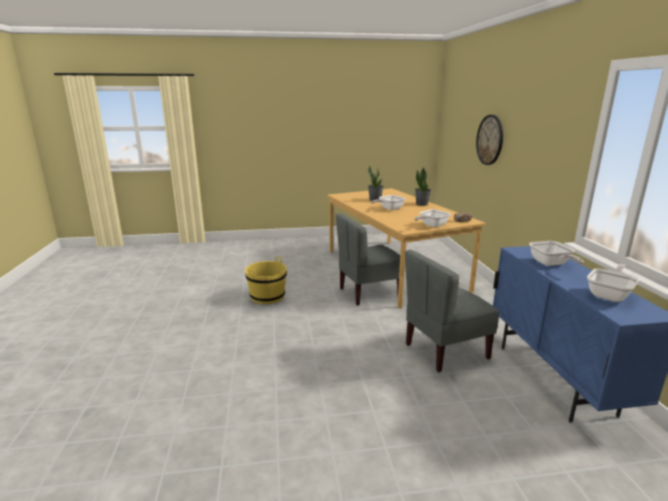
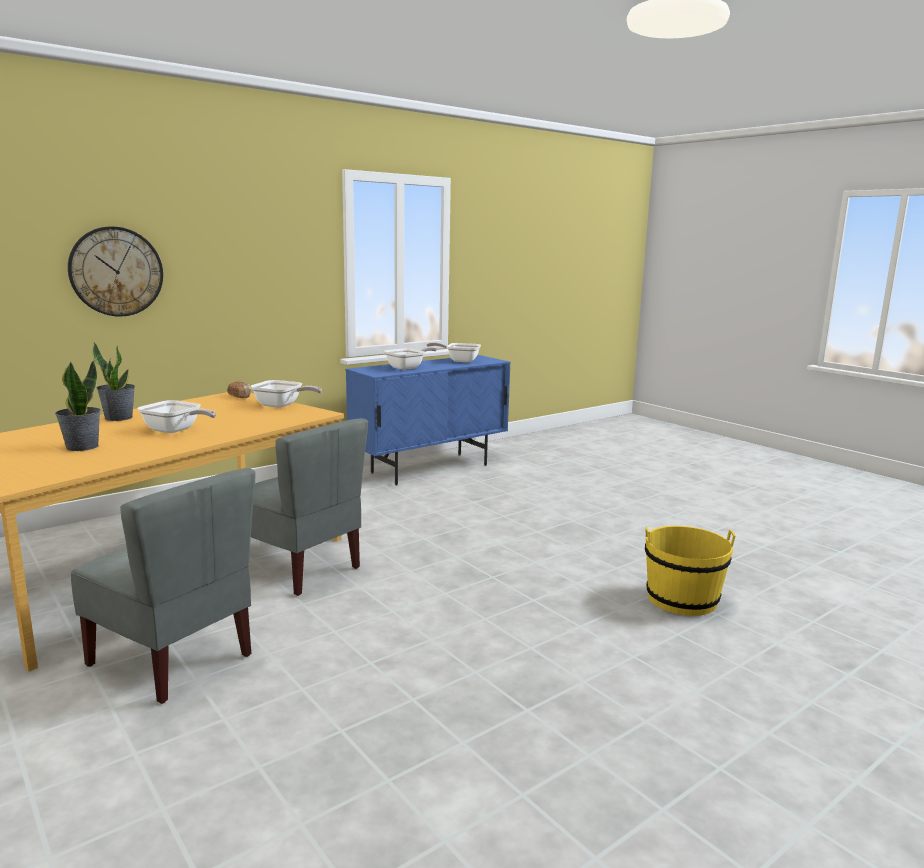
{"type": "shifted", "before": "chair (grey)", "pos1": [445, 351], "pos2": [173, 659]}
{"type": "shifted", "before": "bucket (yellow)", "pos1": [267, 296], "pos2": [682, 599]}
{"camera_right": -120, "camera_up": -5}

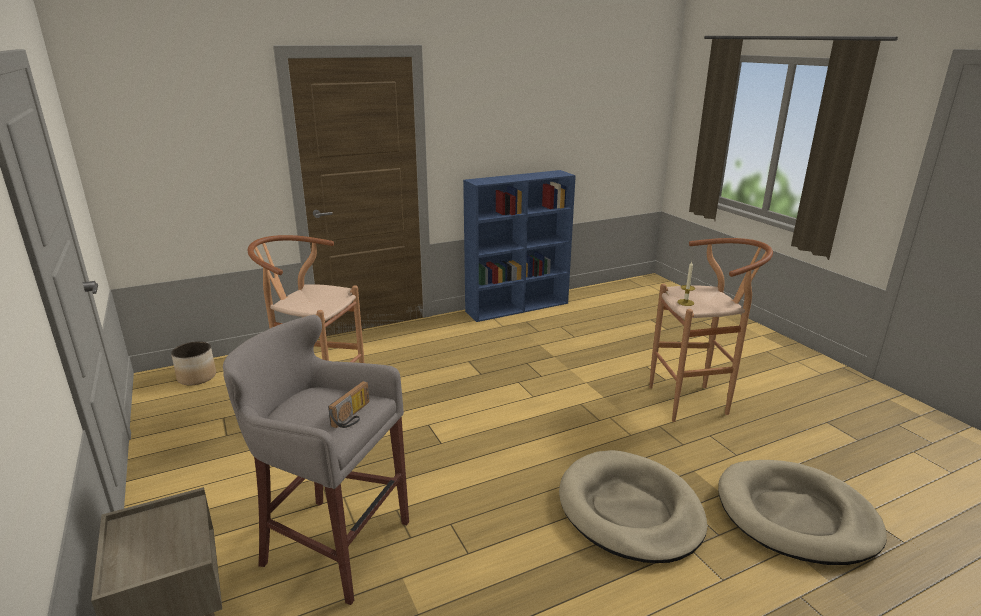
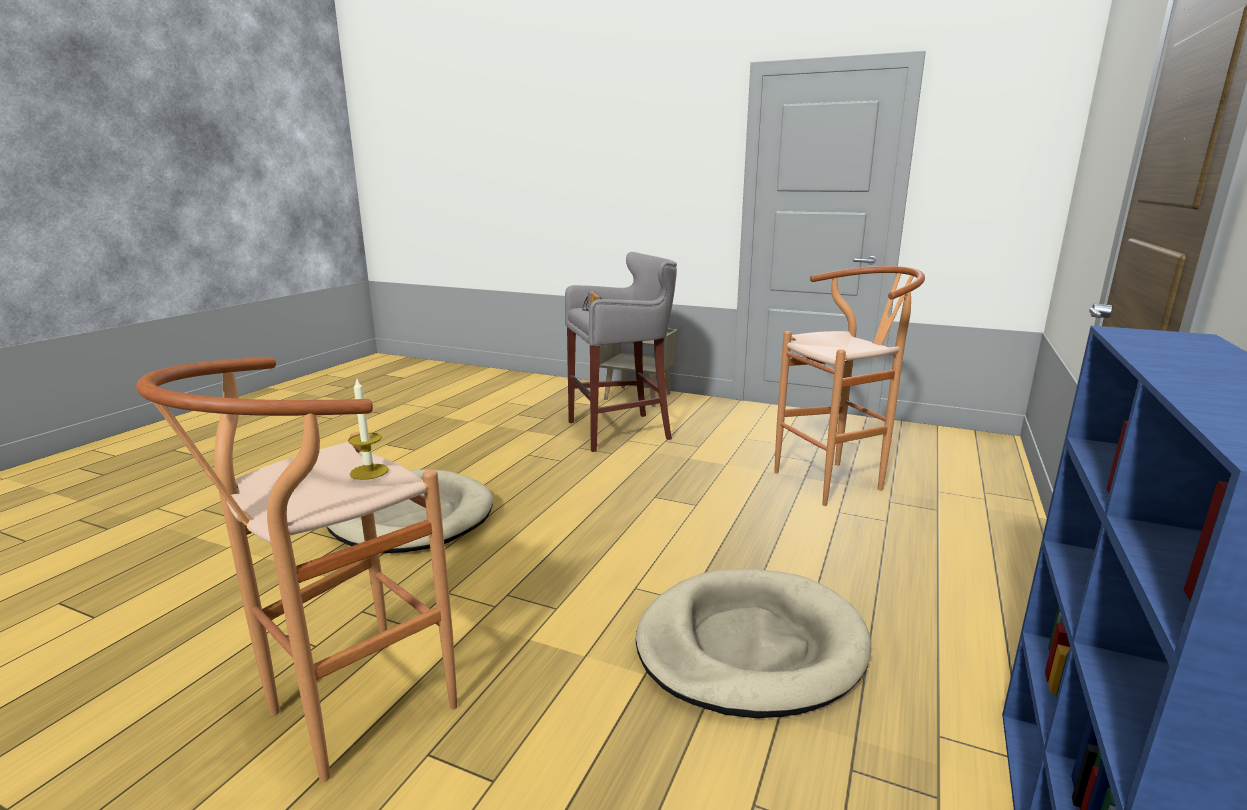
{"type": "gone", "before": "planter", "pos1": [197, 377]}
{"type": "shifted", "before": "dog bed (beige)", "pos1": [796, 516], "pos2": [749, 647]}
{"camera_right": 140, "camera_up": -5}

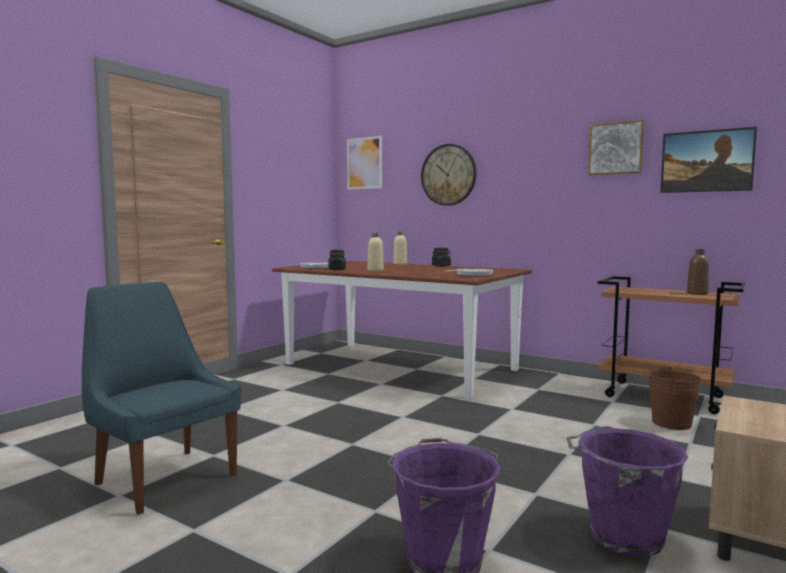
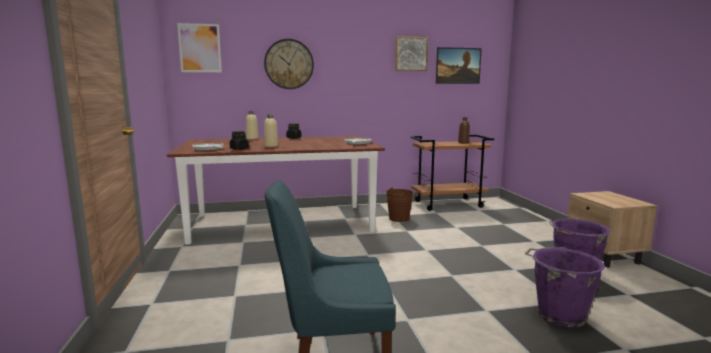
{"type": "shifted", "before": "bucket (brown)", "pos1": [671, 423], "pos2": [399, 218]}
{"camera_right": -45, "camera_up": 5}

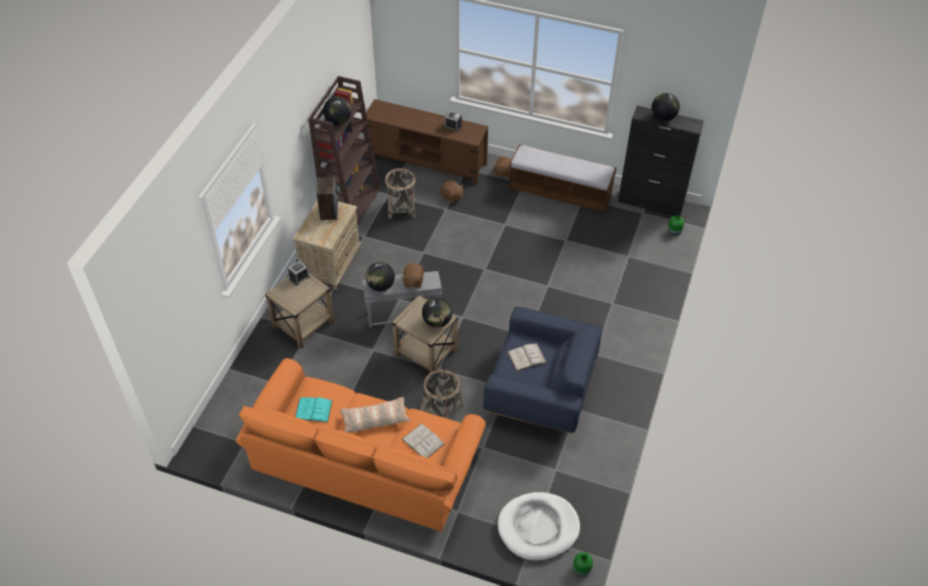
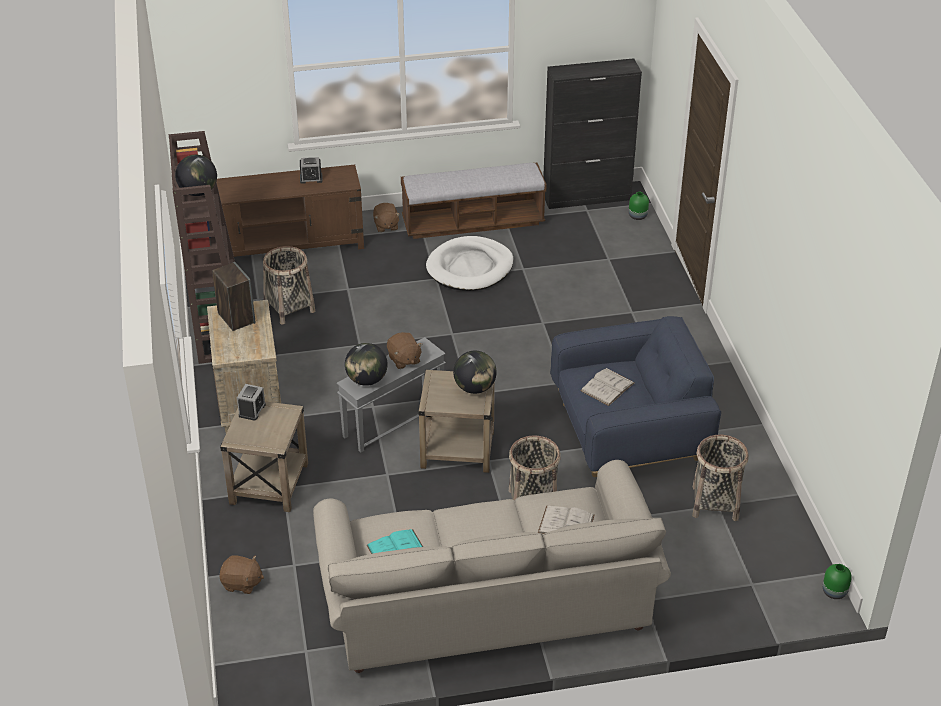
{"type": "gone", "before": "globe", "pos1": [663, 117]}
{"type": "shifted", "before": "plush toy (brown)", "pos1": [452, 196], "pos2": [242, 583]}
{"type": "repainted", "before": "sofa (orange)", "after": "sofa (beige)", "pos1": [366, 462], "pos2": [486, 600]}
{"type": "gone", "before": "pillow", "pos1": [375, 419]}
{"type": "shifted", "before": "dog bed (white)", "pos1": [538, 528], "pos2": [470, 267]}
{"type": "new", "after": "basket", "pos2": [715, 503]}
{"camera_right": -30, "camera_up": -10}

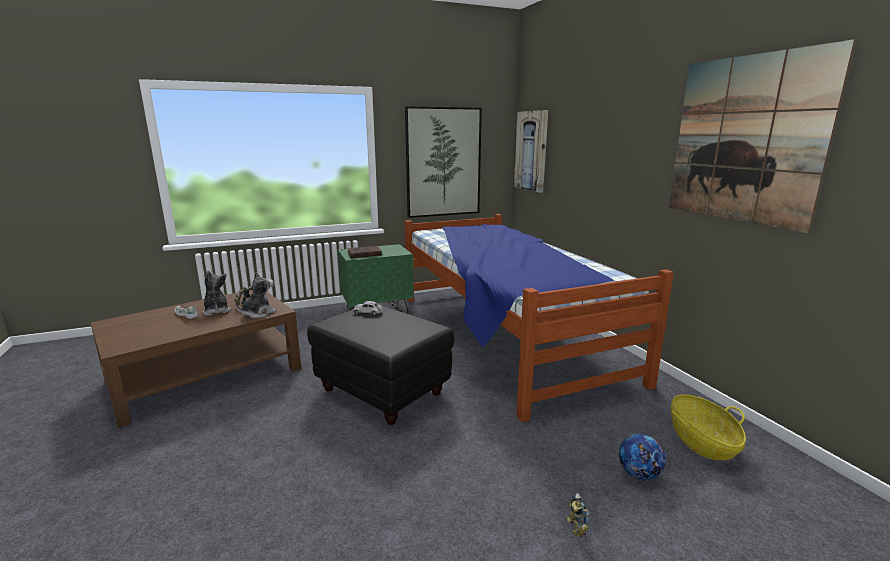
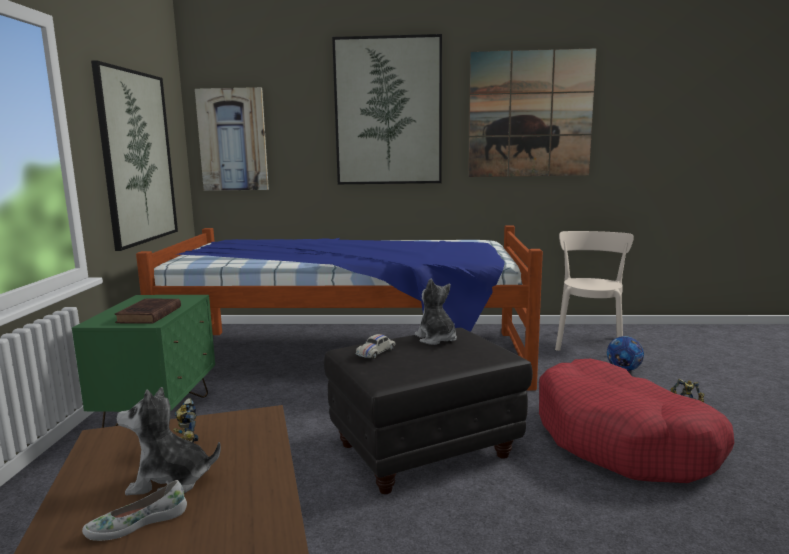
{"type": "shifted", "before": "plush toy", "pos1": [258, 313], "pos2": [436, 339]}
{"type": "swapped", "before": "basket", "after": "chair (beige)", "pos1": [701, 442], "pos2": [589, 342]}
{"type": "new", "after": "picture", "pos2": [388, 111]}
{"type": "new", "after": "dog bed (red)", "pos2": [623, 440]}
{"camera_right": -65, "camera_up": -5}

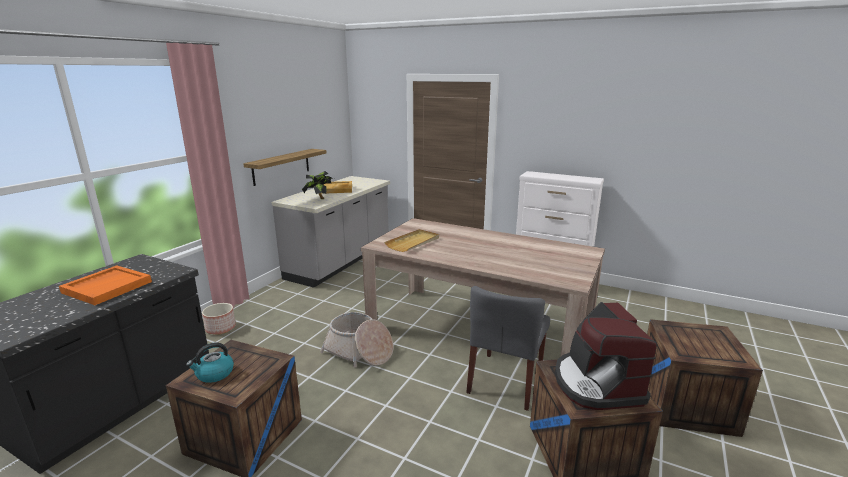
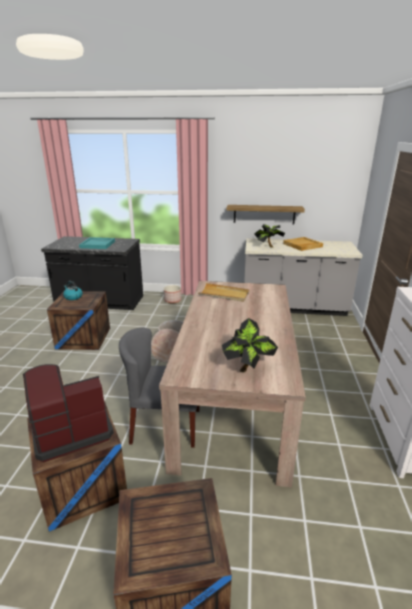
{"type": "repainted", "before": "tray (orange)", "after": "tray (turquoise)", "pos1": [107, 287], "pos2": [98, 244]}
{"type": "new", "after": "potted plant", "pos2": [248, 368]}
{"camera_right": 70, "camera_up": 5}

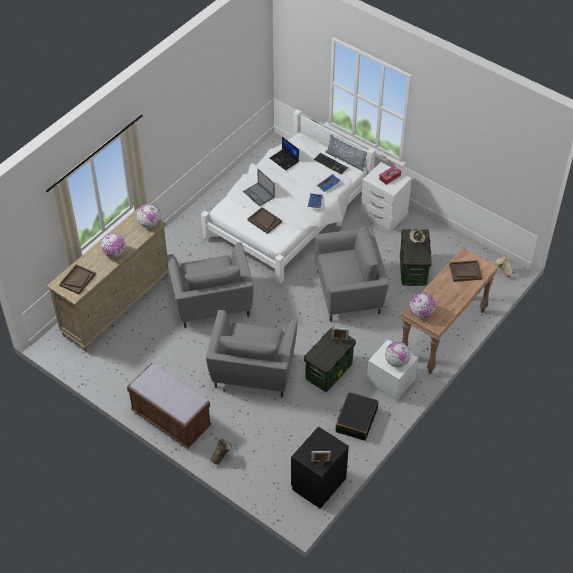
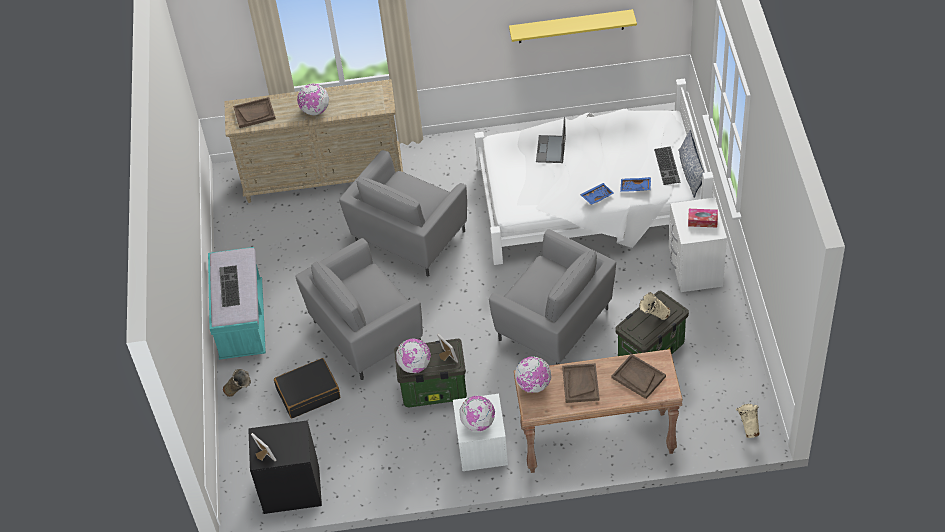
{"type": "gone", "before": "laptop", "pos1": [284, 160]}
{"type": "shifted", "before": "globe", "pos1": [149, 224], "pos2": [415, 366]}
{"type": "shifted", "before": "tray (brown)", "pos1": [264, 221], "pos2": [580, 384]}
{"type": "repainted", "before": "bench (brown)", "after": "bench (turquoise)", "pos1": [171, 419], "pos2": [242, 322]}
{"type": "shifted", "before": "suitcase (black)", "pos1": [356, 420], "pos2": [308, 393]}
{"type": "new", "after": "shelf (yellow)", "pos2": [571, 26]}
{"type": "new", "after": "keyboard", "pos2": [228, 286]}
{"camera_right": 50, "camera_up": 0}

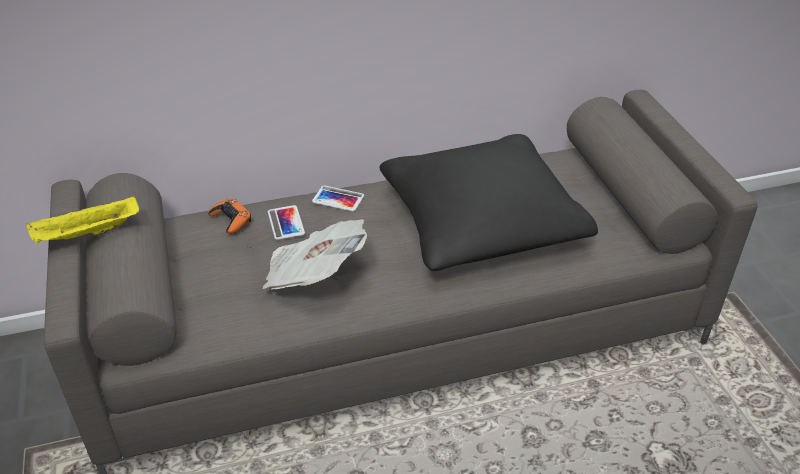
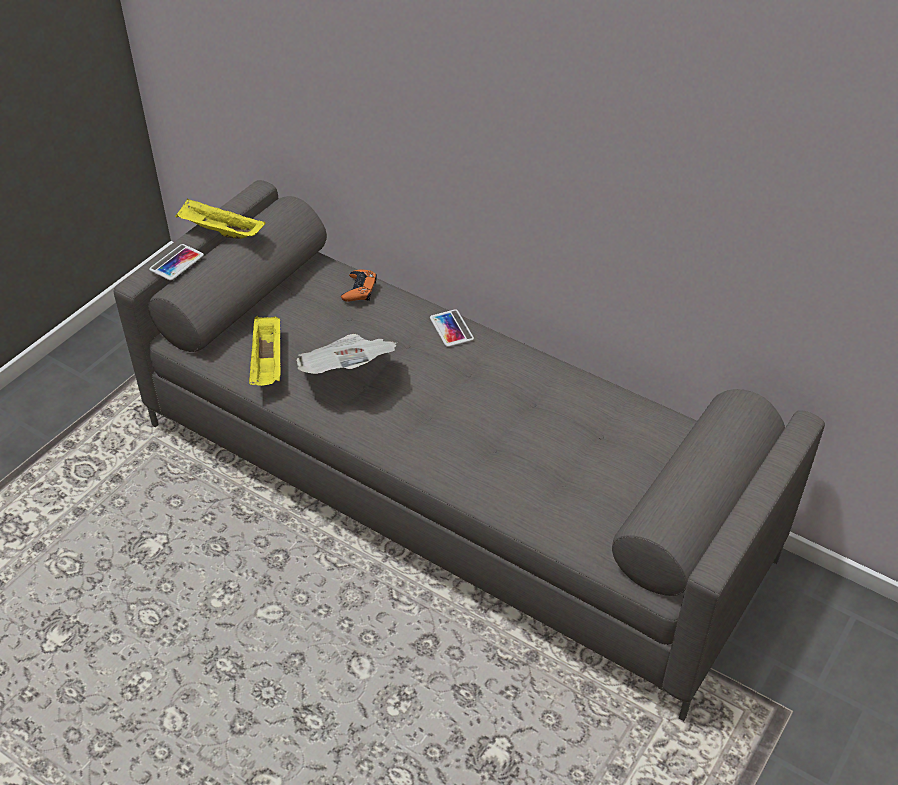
{"type": "gone", "before": "pillow (black)", "pos1": [481, 222]}
{"type": "shifted", "before": "phone", "pos1": [286, 223], "pos2": [176, 262]}
{"type": "new", "after": "tray (yellow)", "pos2": [268, 363]}
{"camera_right": 50, "camera_up": 5}

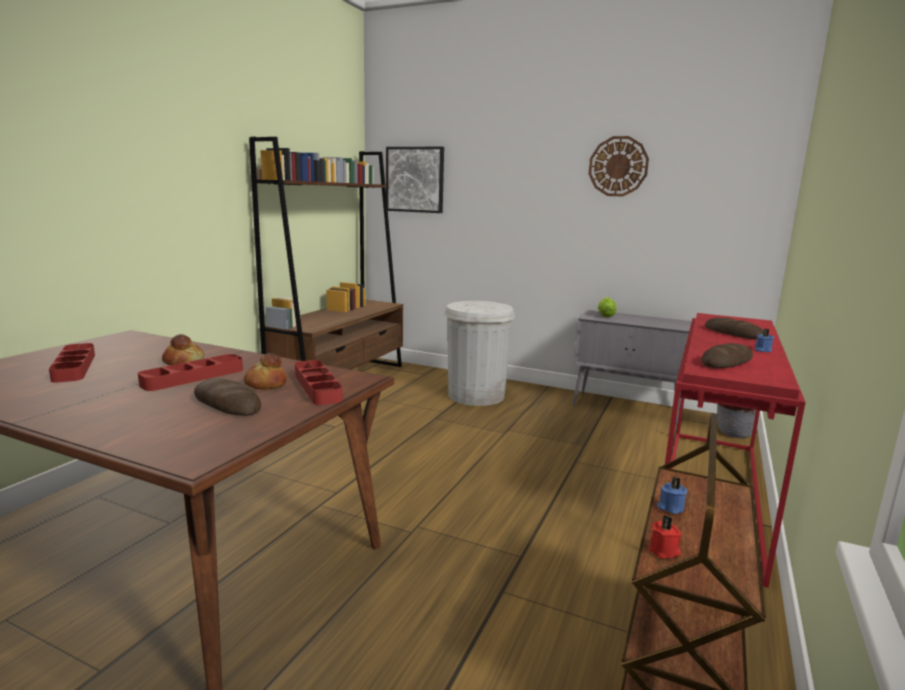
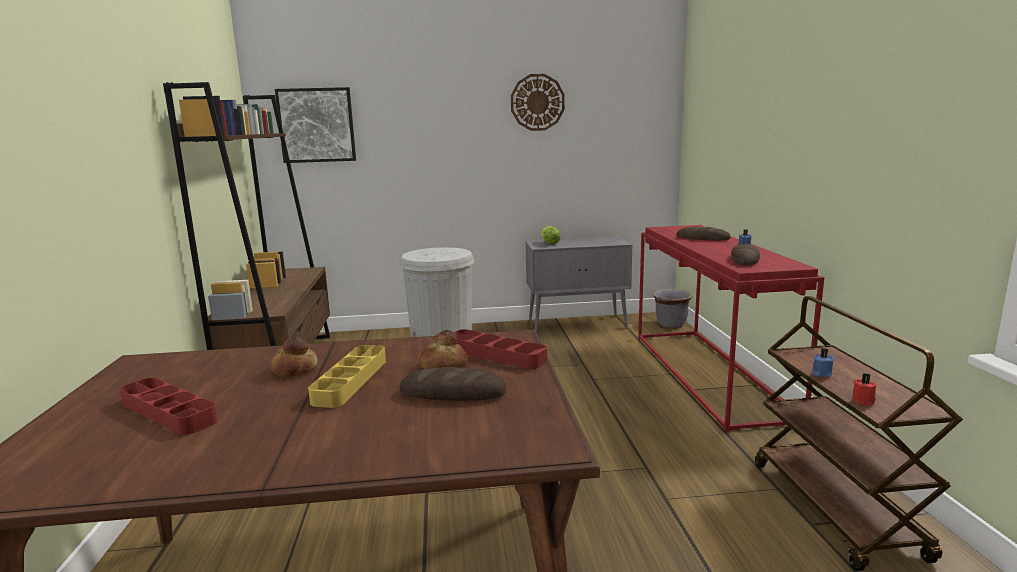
{"type": "repainted", "before": "tray (red)", "after": "tray (yellow)", "pos1": [193, 377], "pos2": [351, 380]}
{"camera_right": -30, "camera_up": 0}

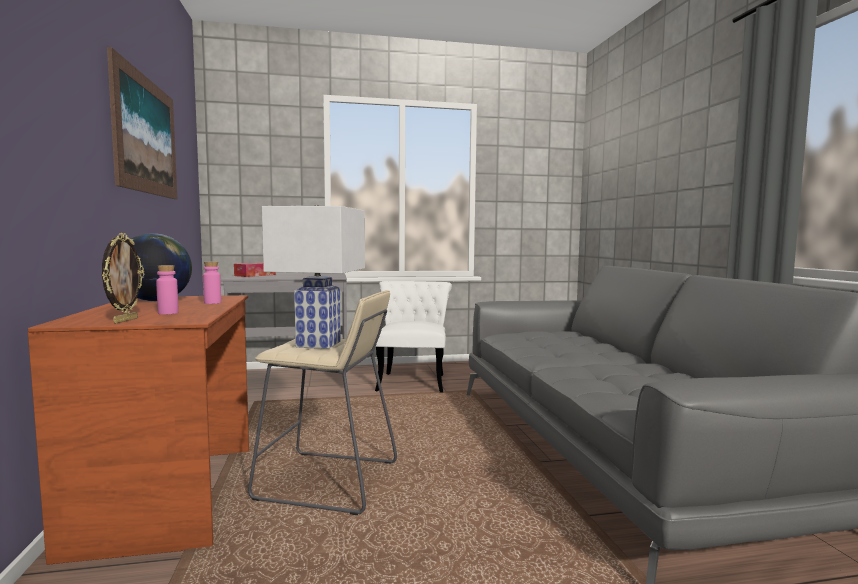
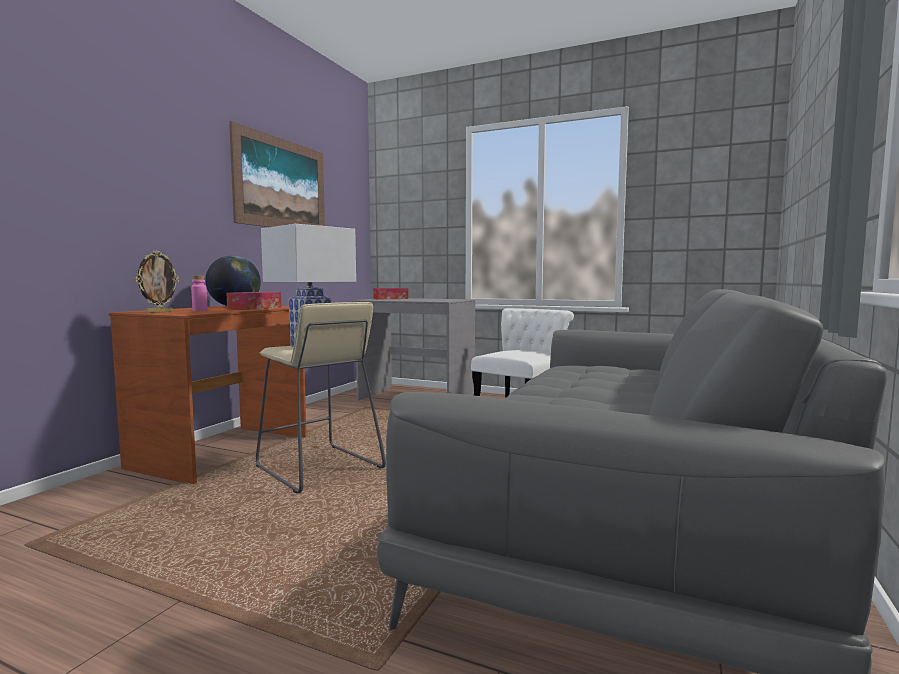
{"type": "swapped", "before": "bottle (pink)", "after": "tissue box", "pos1": [212, 303], "pos2": [255, 308]}
{"camera_right": 35, "camera_up": 0}

